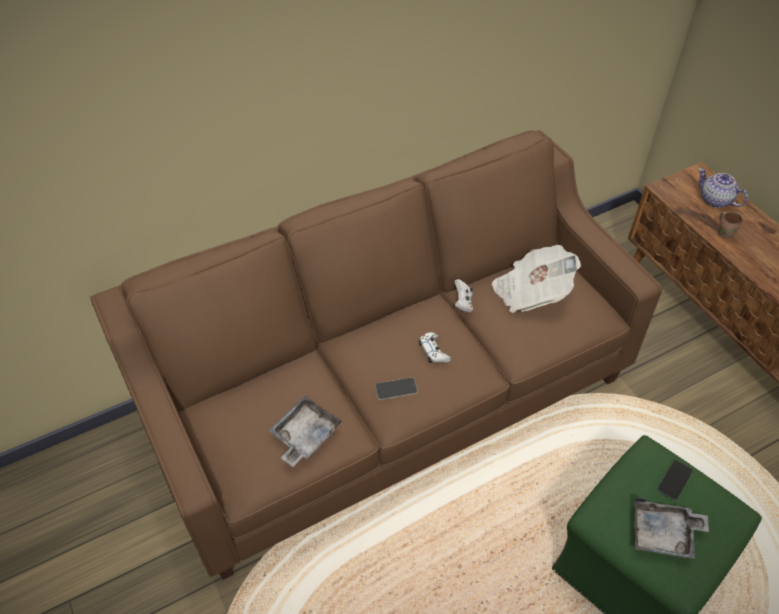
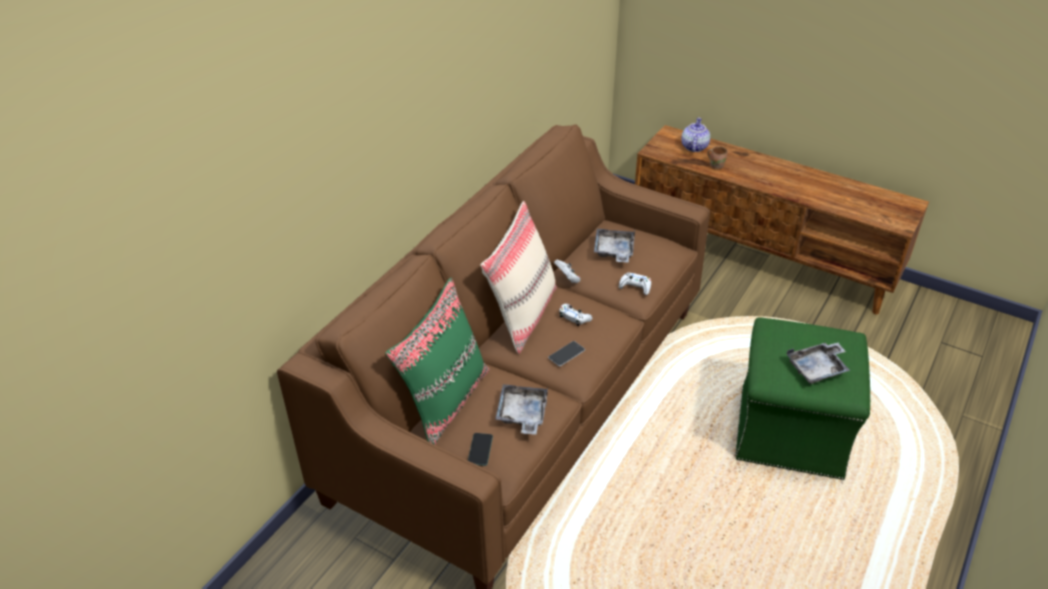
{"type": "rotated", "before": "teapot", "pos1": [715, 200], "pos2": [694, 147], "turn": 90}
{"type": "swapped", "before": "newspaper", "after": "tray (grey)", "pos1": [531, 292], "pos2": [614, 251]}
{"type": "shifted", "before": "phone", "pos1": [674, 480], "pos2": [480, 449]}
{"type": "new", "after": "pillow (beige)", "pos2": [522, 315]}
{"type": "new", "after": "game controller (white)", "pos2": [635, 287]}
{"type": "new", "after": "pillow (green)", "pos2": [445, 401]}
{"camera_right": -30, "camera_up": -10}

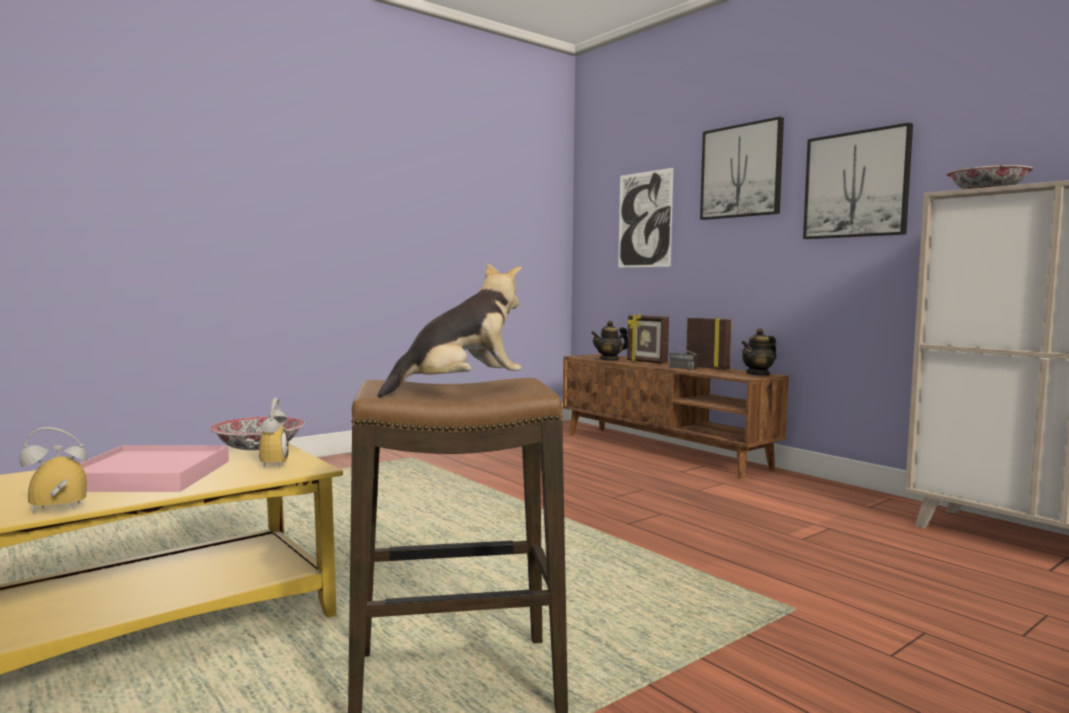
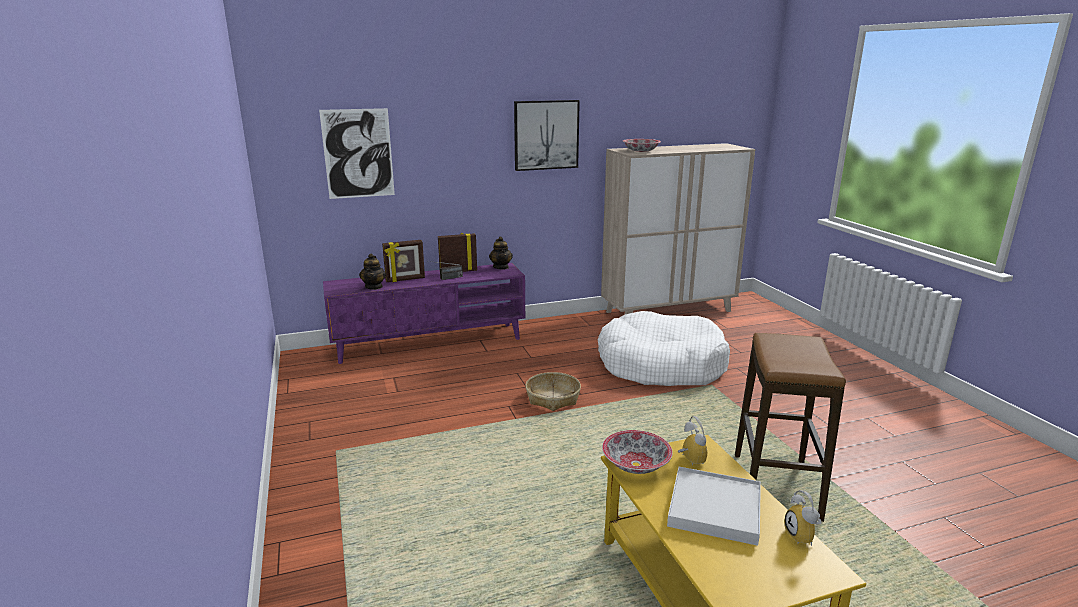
{"type": "gone", "before": "picture", "pos1": [741, 171]}
{"type": "gone", "before": "plush toy", "pos1": [460, 389]}
{"type": "repainted", "before": "tv stand (brown)", "after": "tv stand (purple)", "pos1": [663, 451], "pos2": [430, 342]}
{"type": "rotated", "before": "alarm clock", "pos1": [268, 464], "pos2": [688, 460], "turn": 60}
{"type": "repainted", "before": "tray (pink)", "after": "tray (white)", "pos1": [150, 475], "pos2": [714, 508]}
{"type": "new", "after": "dog bed (white)", "pos2": [660, 365]}
{"type": "new", "after": "basket", "pos2": [553, 398]}
{"camera_right": -70, "camera_up": 15}

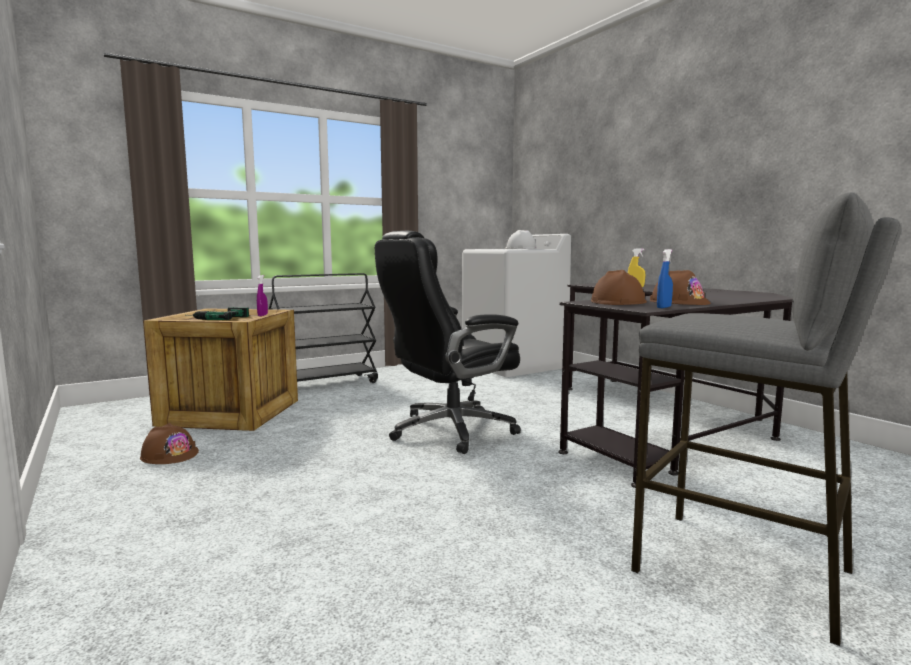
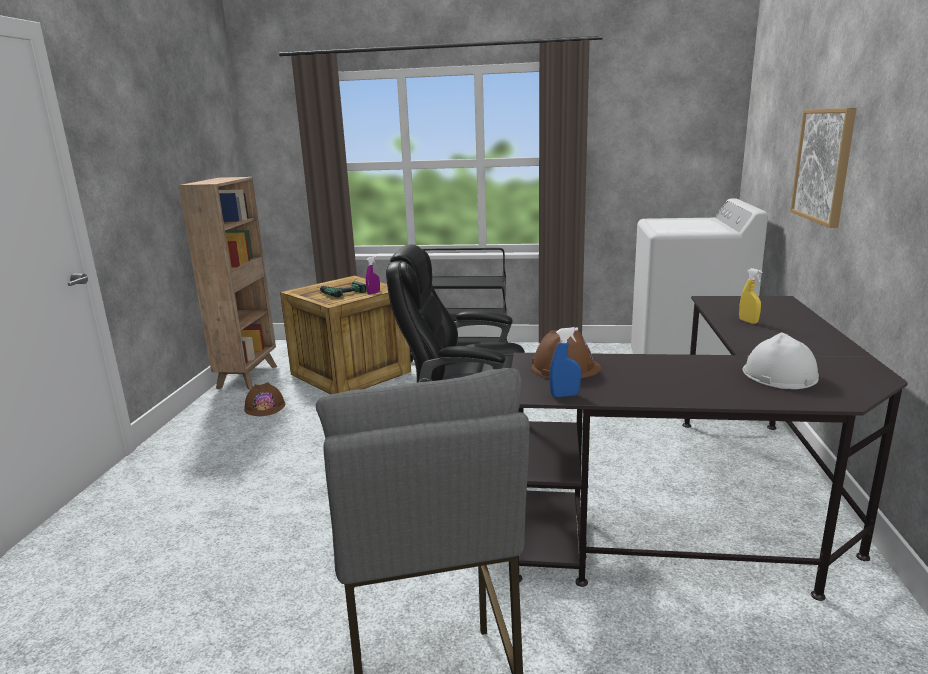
{"type": "shifted", "before": "hard hat (white)", "pos1": [520, 249], "pos2": [779, 374]}
{"type": "gone", "before": "hard hat (brown)", "pos1": [679, 302]}
{"type": "new", "after": "picture", "pos2": [823, 165]}
{"type": "new", "after": "bookcase (brown)", "pos2": [248, 376]}
{"camera_right": 40, "camera_up": 10}

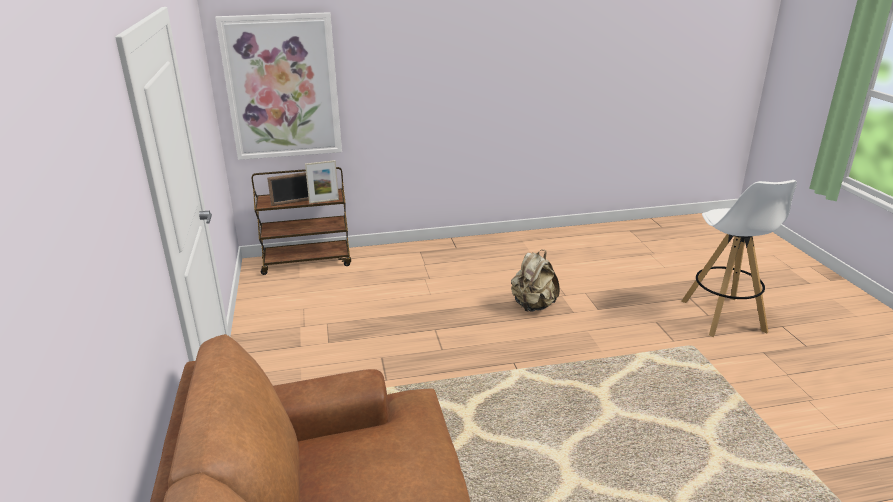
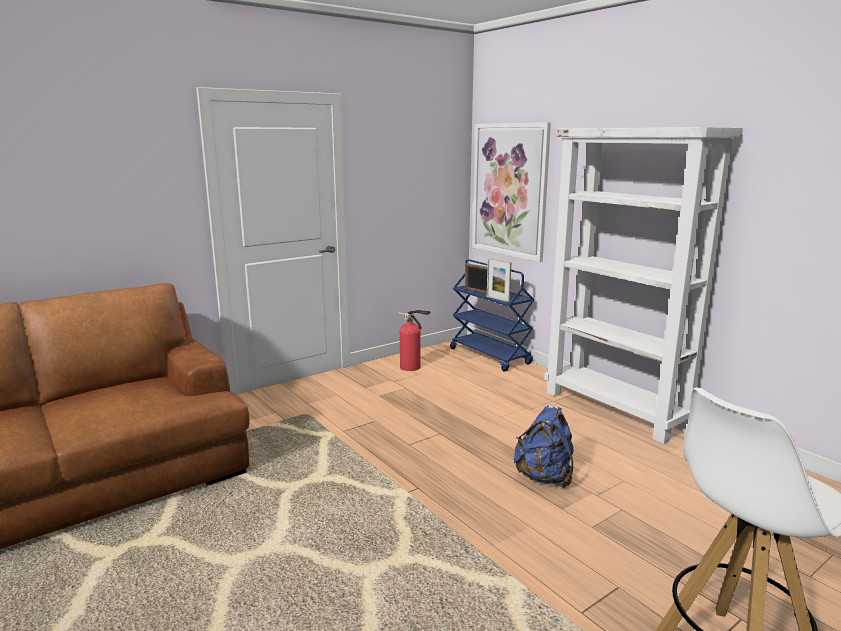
{"type": "repainted", "before": "cart (brown)", "after": "cart (blue)", "pos1": [307, 262], "pos2": [490, 356]}
{"type": "repainted", "before": "backpack (beige)", "after": "backpack (blue)", "pos1": [533, 306], "pos2": [544, 478]}
{"type": "new", "after": "bookcase (white)", "pos2": [616, 410]}
{"type": "new", "after": "fire extinguisher", "pos2": [412, 367]}
{"camera_right": 65, "camera_up": -10}

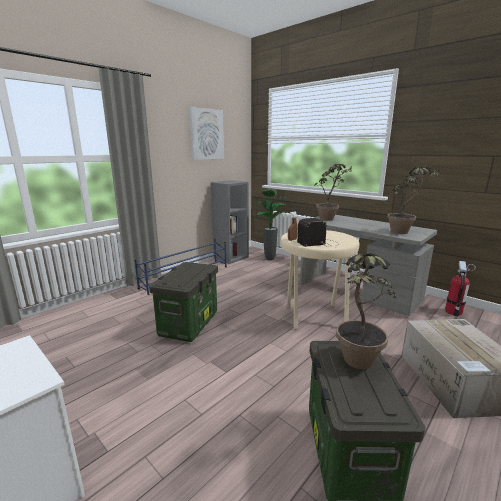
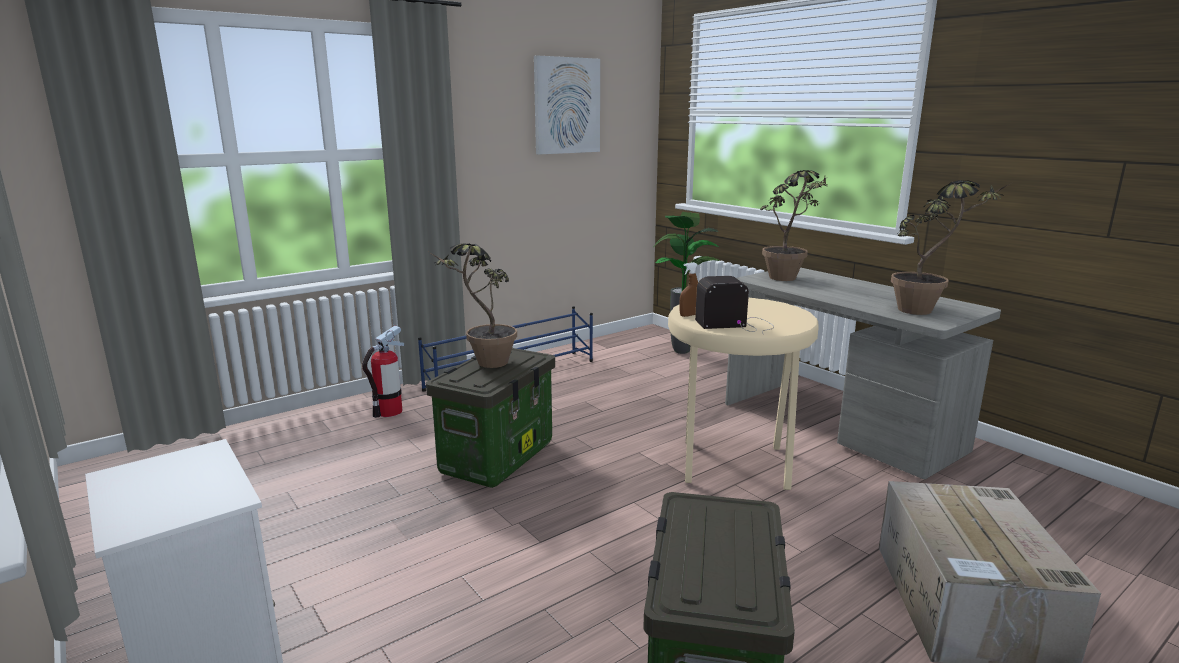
{"type": "gone", "before": "bookcase (grey)", "pos1": [231, 257]}
{"type": "shifted", "before": "potted plant", "pos1": [355, 366], "pos2": [484, 365]}
{"type": "shifted", "before": "fire extinguisher", "pos1": [453, 312], "pos2": [389, 411]}
{"camera_right": 10, "camera_up": 0}

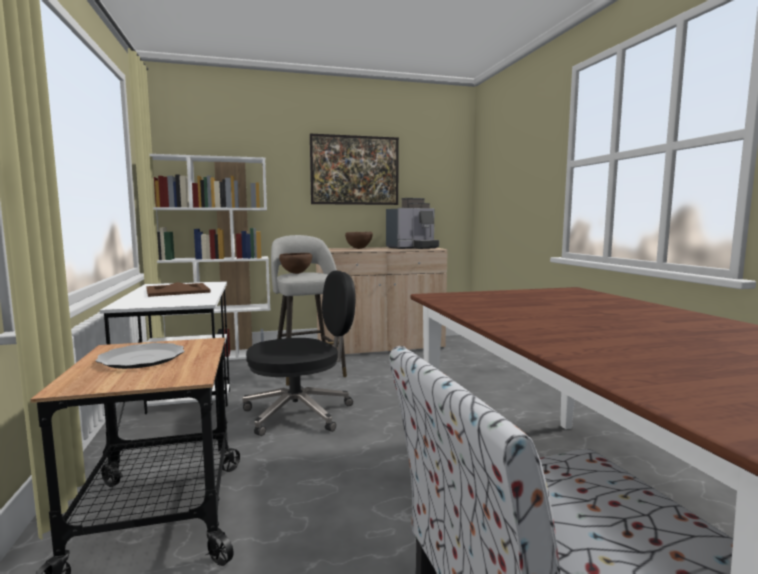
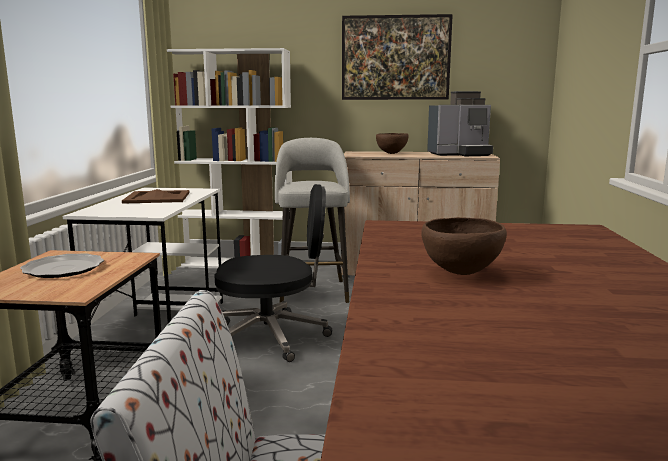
{"type": "shifted", "before": "bowl (brown)", "pos1": [296, 273], "pos2": [461, 273]}
{"camera_right": 20, "camera_up": 5}

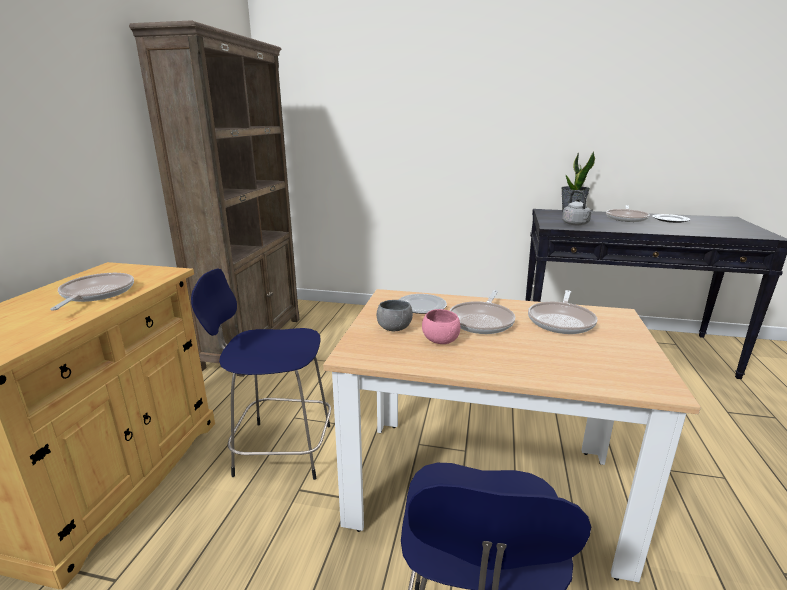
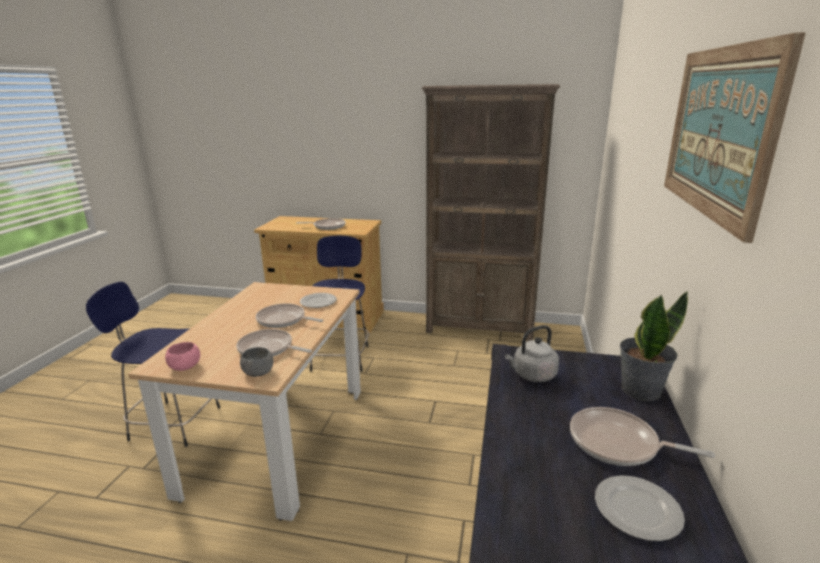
{"type": "shifted", "before": "bowl (grey)", "pos1": [394, 328], "pos2": [258, 373]}
{"type": "shifted", "before": "bowl (pink)", "pos1": [440, 340], "pos2": [185, 367]}
{"type": "new", "after": "picture", "pos2": [717, 131]}
{"camera_right": 90, "camera_up": 0}

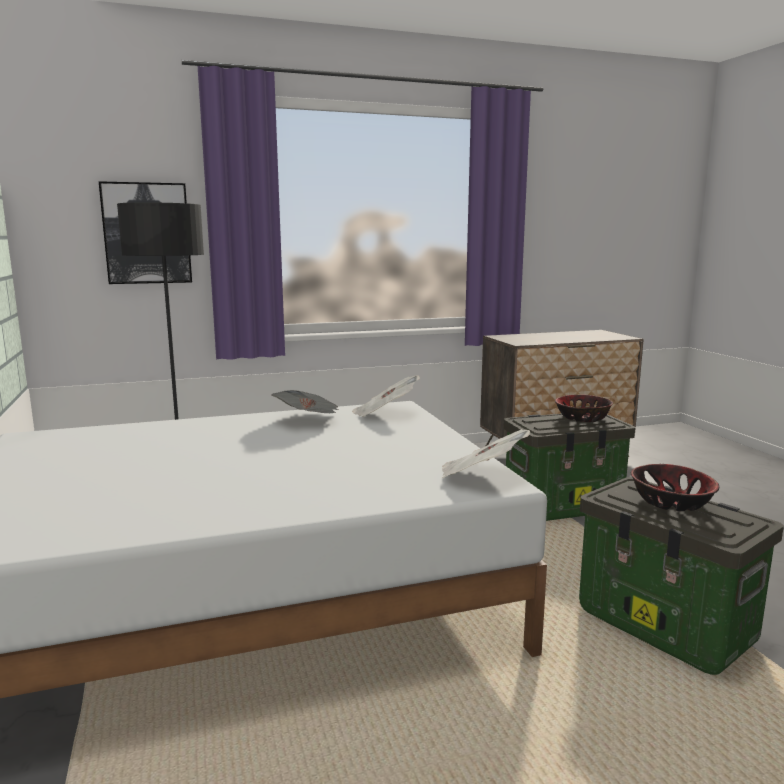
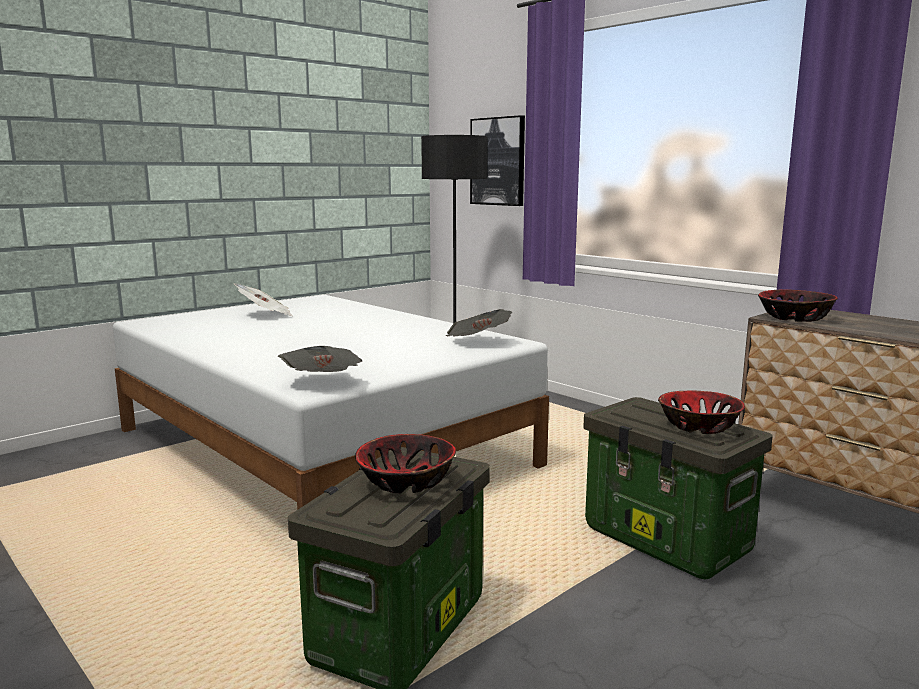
{"type": "shifted", "before": "newspaper", "pos1": [309, 421], "pos2": [266, 315]}
{"type": "new", "after": "bowl", "pos2": [794, 318]}
{"camera_right": 65, "camera_up": 0}

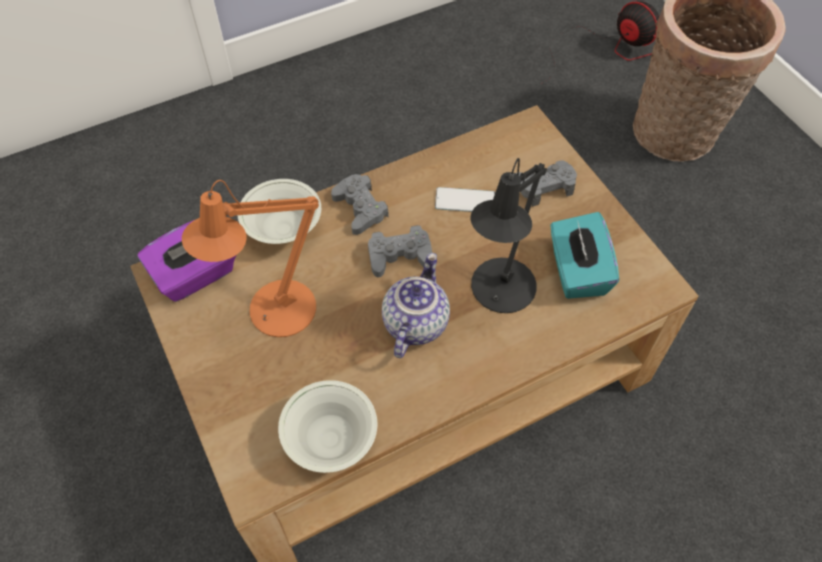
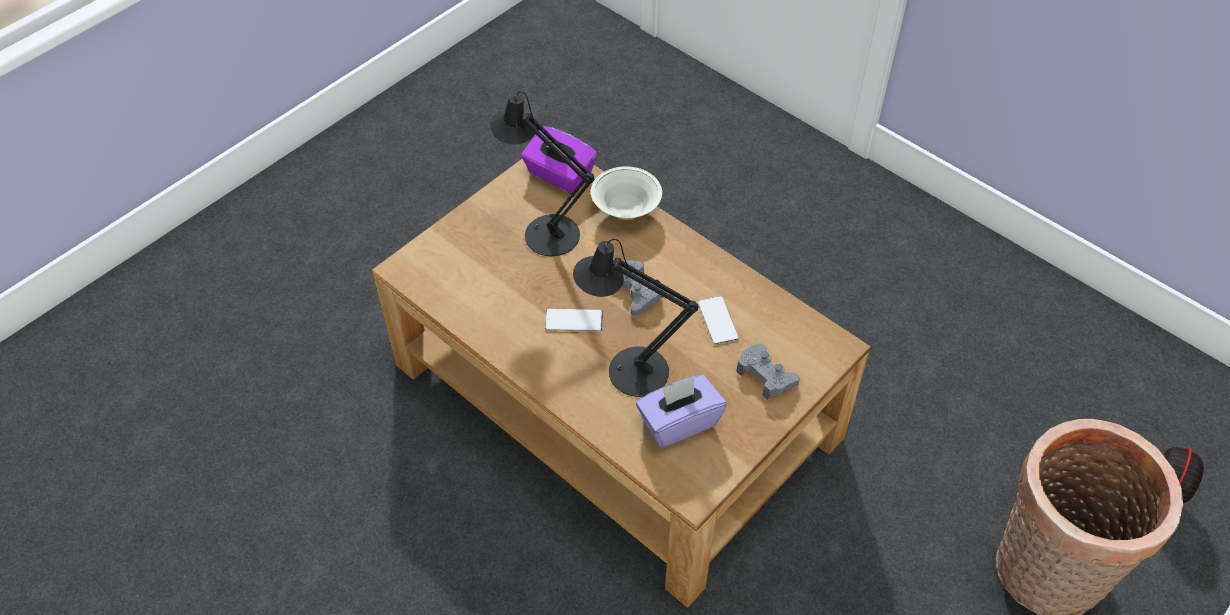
{"type": "gone", "before": "game controller (grey)", "pos1": [360, 209]}
{"type": "repainted", "before": "table lamp (orange)", "after": "table lamp (black)", "pos1": [274, 314], "pos2": [544, 232]}
{"type": "repainted", "before": "tissue box (turquoise)", "after": "tissue box (purple)", "pos1": [577, 271], "pos2": [678, 422]}
{"type": "swapped", "before": "teapot", "after": "phone", "pos1": [414, 322], "pos2": [574, 320]}
{"type": "gone", "before": "bowl (white)", "pos1": [330, 439]}
{"camera_right": 70, "camera_up": -5}

